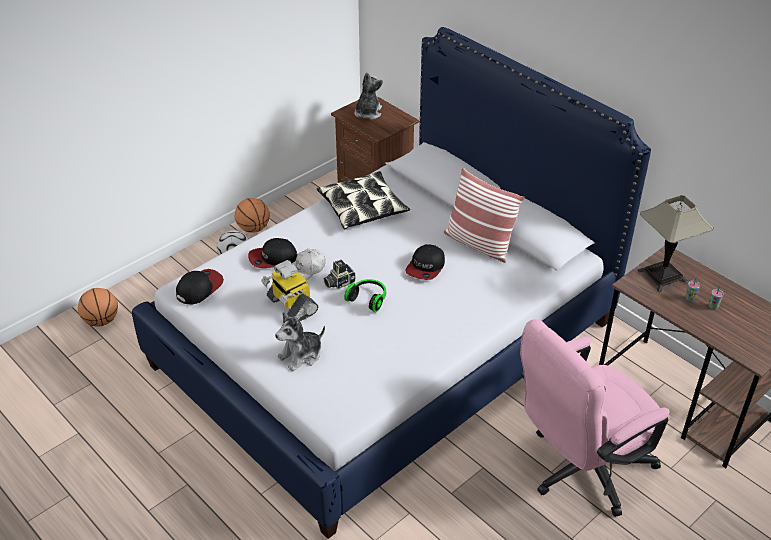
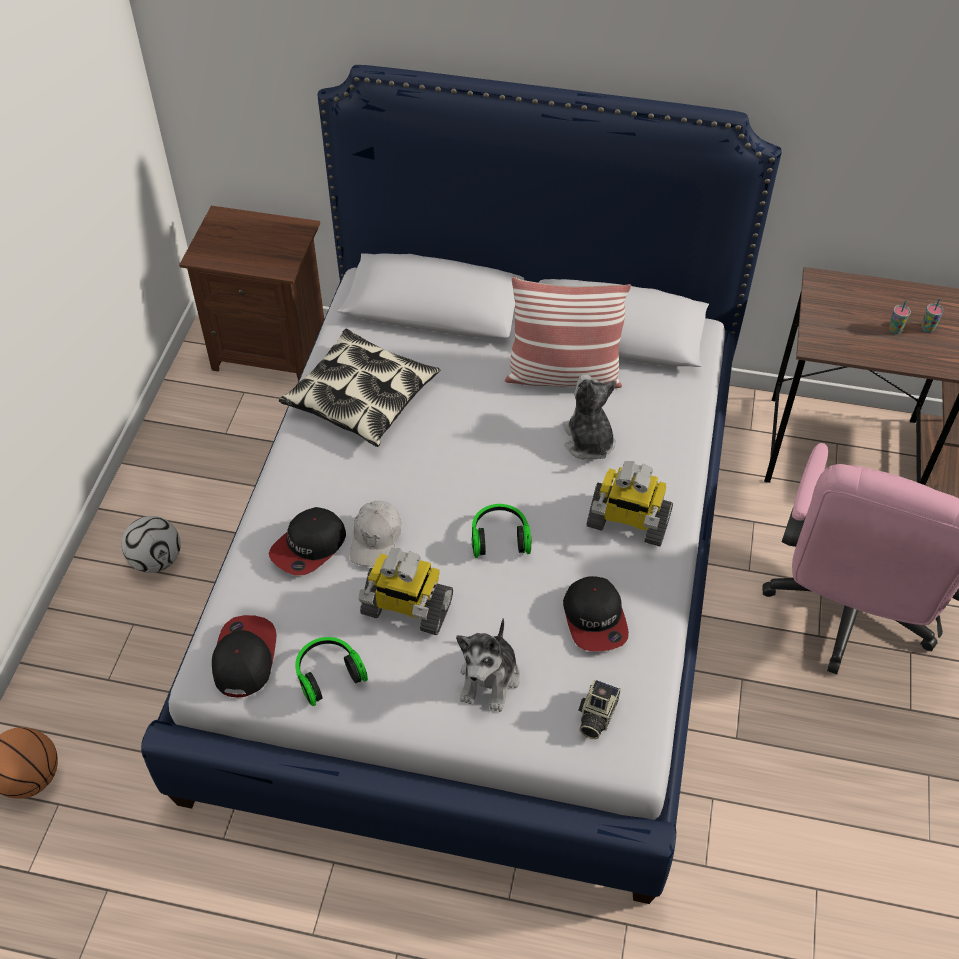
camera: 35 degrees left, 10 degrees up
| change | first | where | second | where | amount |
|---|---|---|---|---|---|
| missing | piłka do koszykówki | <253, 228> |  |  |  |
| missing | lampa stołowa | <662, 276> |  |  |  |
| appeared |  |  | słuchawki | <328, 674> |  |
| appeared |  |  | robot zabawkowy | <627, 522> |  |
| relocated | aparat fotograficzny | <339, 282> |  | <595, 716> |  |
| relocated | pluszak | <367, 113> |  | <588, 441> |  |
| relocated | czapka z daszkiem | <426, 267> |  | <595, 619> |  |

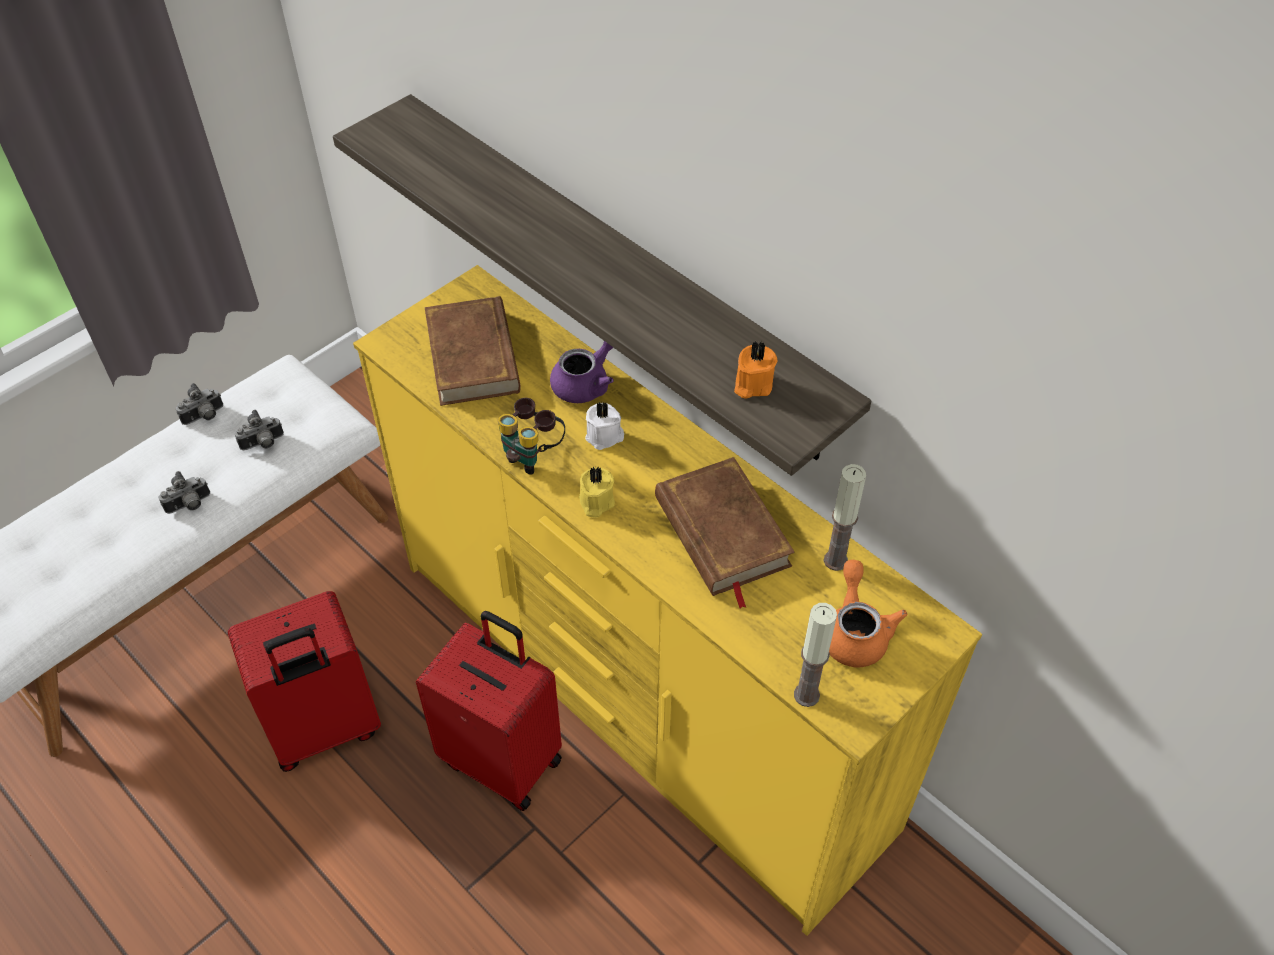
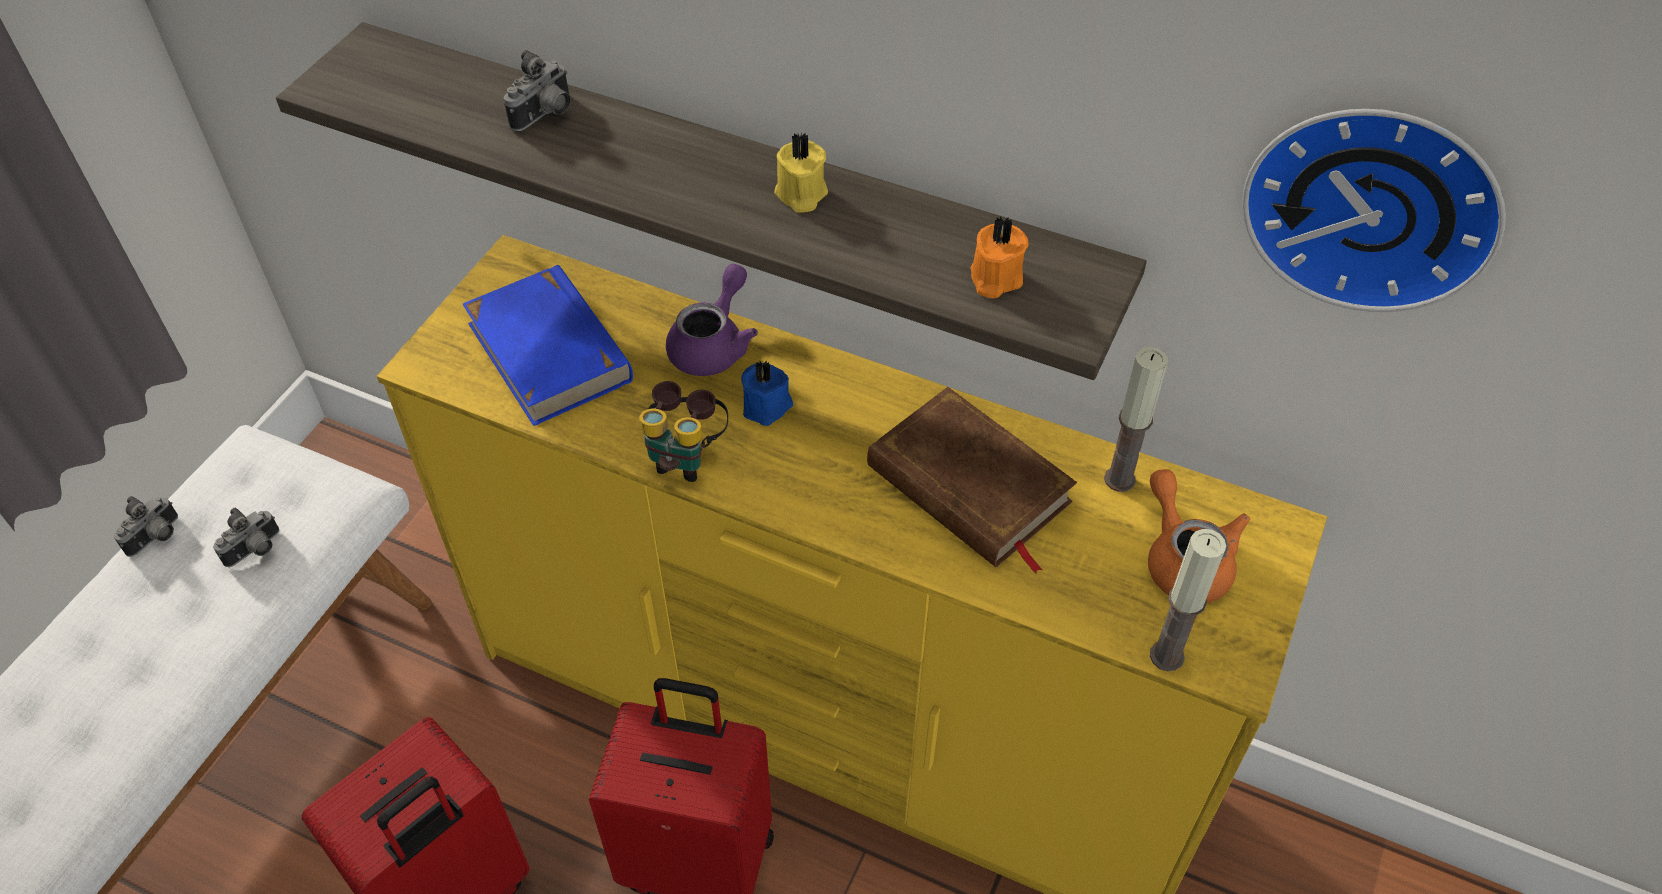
camera: 20 degrees left, 0 degrees up
| change | first | where | second | where | amount |
|---|---|---|---|---|---|
| appeared |  |  | zegar ścienny | <1372, 202> |  |
| relocated | aparat fotograficzny | <189, 505> |  | <546, 115> |  |
| relocated | świeca/żółty | <595, 502> |  | <800, 195> |  |
| colour | książka/brązowy | <473, 356> | książka/niebieski | <550, 351> |  |
| colour | świeca/biały | <605, 437> | świeca/niebieski | <768, 407> |  |

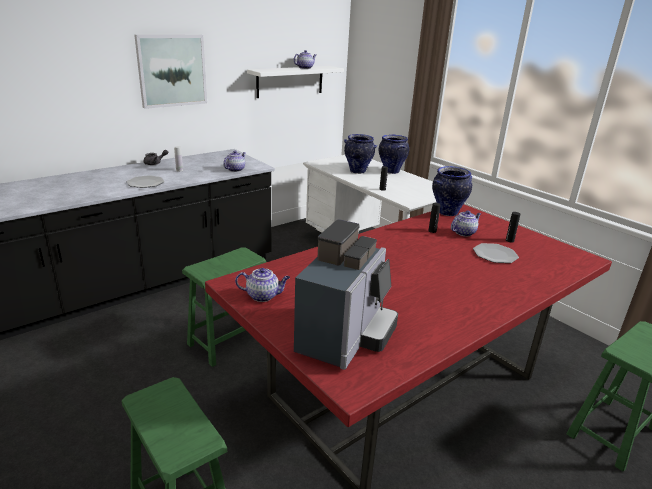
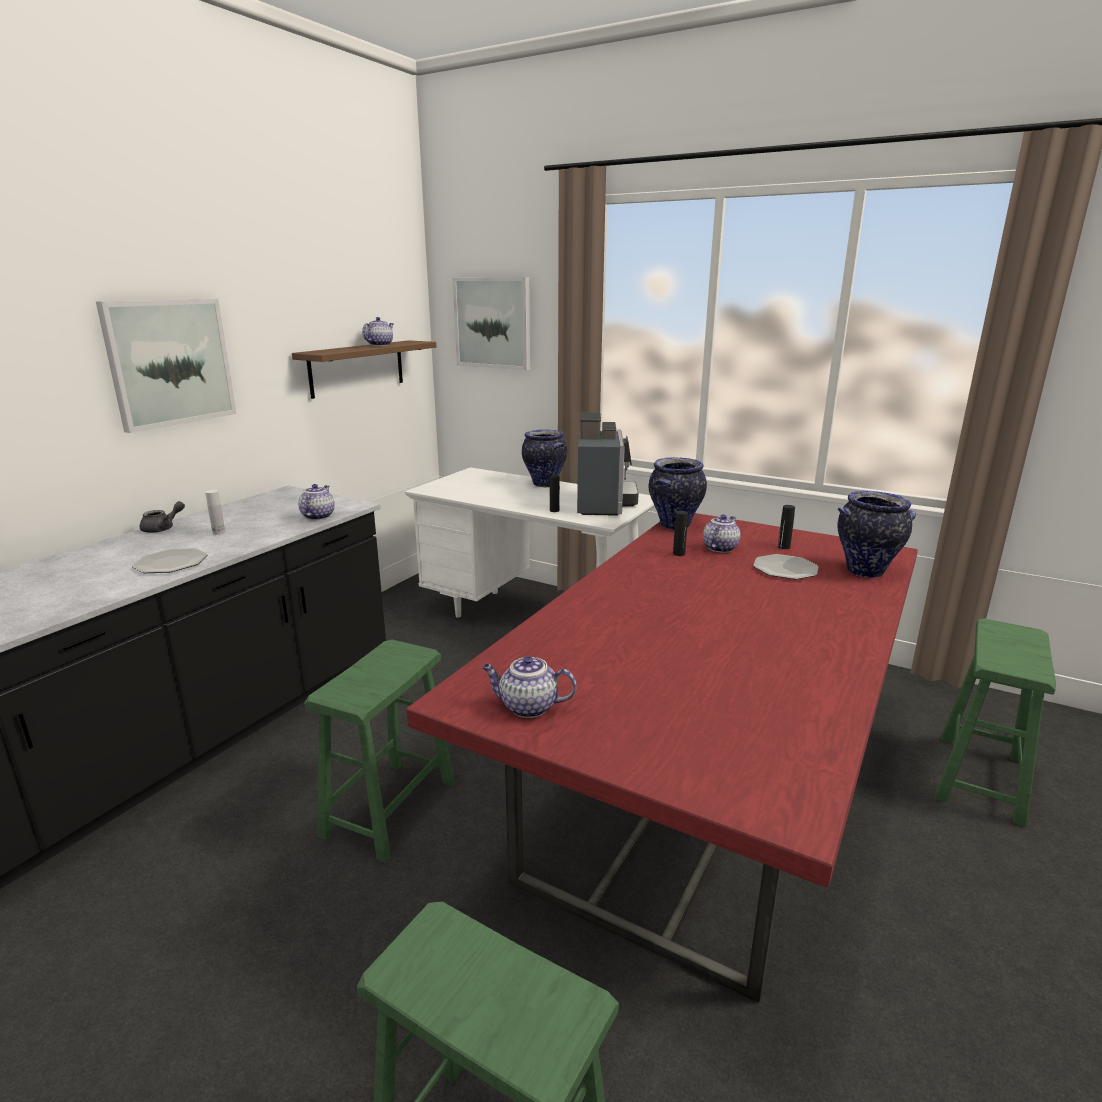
camera: 20 degrees left, 5 degrees down
| change | first | where | second | where | amount |
|---|---|---|---|---|---|
| appeared |  |  | obraz | <493, 323> |  |
| relocated | ekspres do kawy | <345, 336> |  | <604, 504> |  |
| relocated | wazon | <358, 171> |  | <866, 571> |  |
| colour | półka/biały | <290, 81> | półka/brązowy | <357, 368> |  |
| spun | imbryk | <263, 296> |  | <527, 707> | 150 degrees counterclockwise |

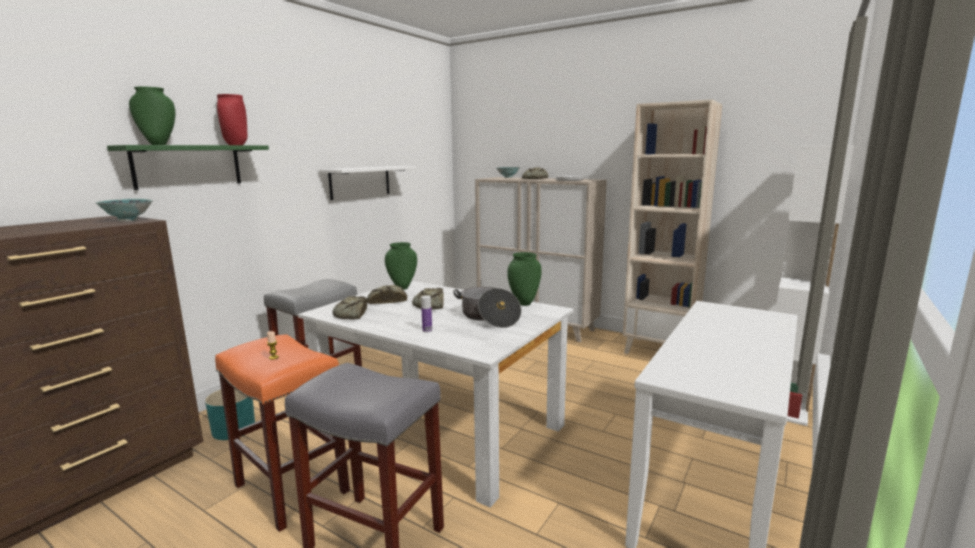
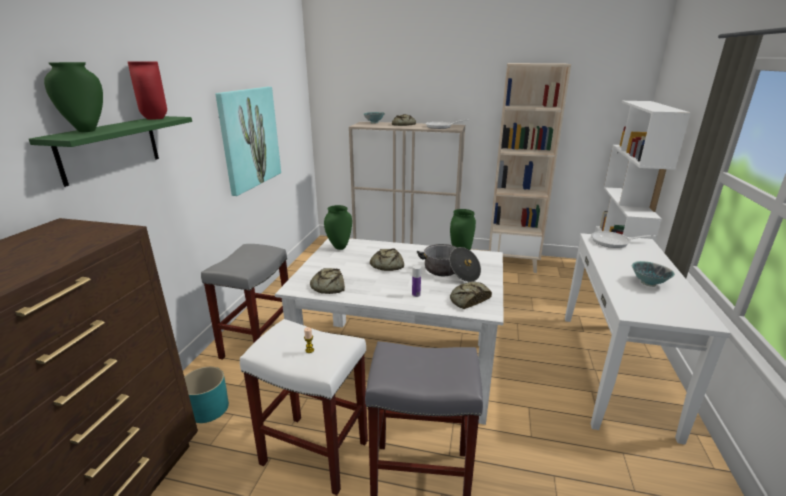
camera: 20 degrees left, 10 degrees up
| change | first | where | second | where | amount |
|---|---|---|---|---|---|
| appeared |  |  | patelnia | <613, 242> |  |
| relocated | miska | <127, 220> |  | <648, 283> |  |
| relocated | chleb | <386, 301> |  | <468, 299> |  |
| exchanged | półka/biały | <360, 182> | obraz | <249, 138> |  |
| colour | stołek/pomarańczowy | <290, 488> | stołek/biały | <313, 452> |  |

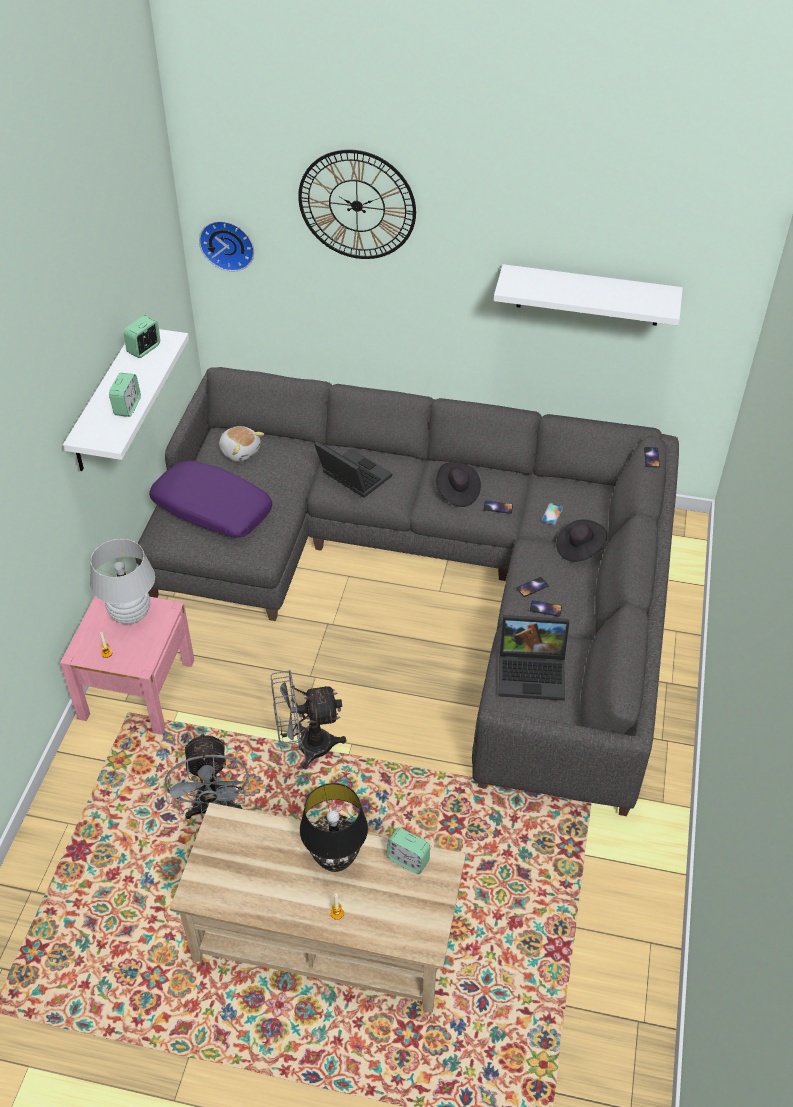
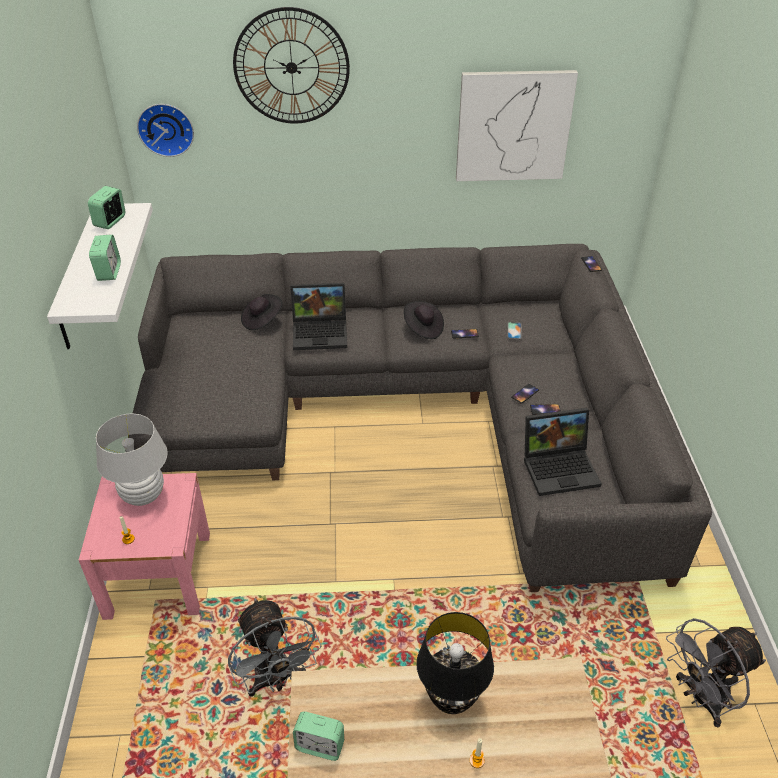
camera: 15 degrees left, 5 degrees down
| change | first | where | second | where | amount |
|---|---|---|---|---|---|
| missing | poduszka/fioletowy | <211, 509> |  |  |  |
| missing | pluszak | <240, 451> |  |  |  |
| relocated | wentylator/szary | <306, 747> |  | <700, 698> |  |
| relocated | budzik | <408, 860> |  | <320, 746> |  |
| relocated | kapelusz/czarny | <579, 549> |  | <262, 320> |  |
| exchanged | półka/biały | <588, 295> | obraz | <513, 126> |  |
| spun | laptop | <351, 477> |  | <321, 332> | 150 degrees clockwise |

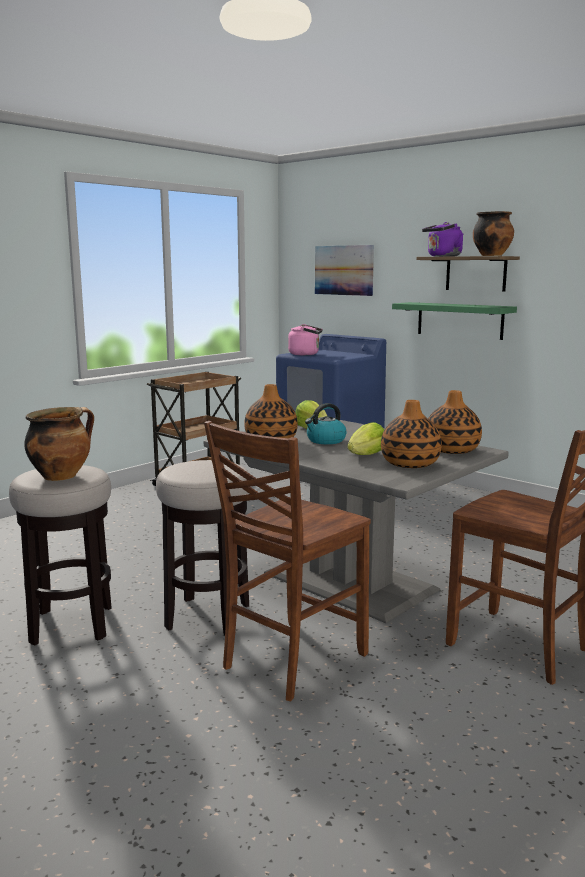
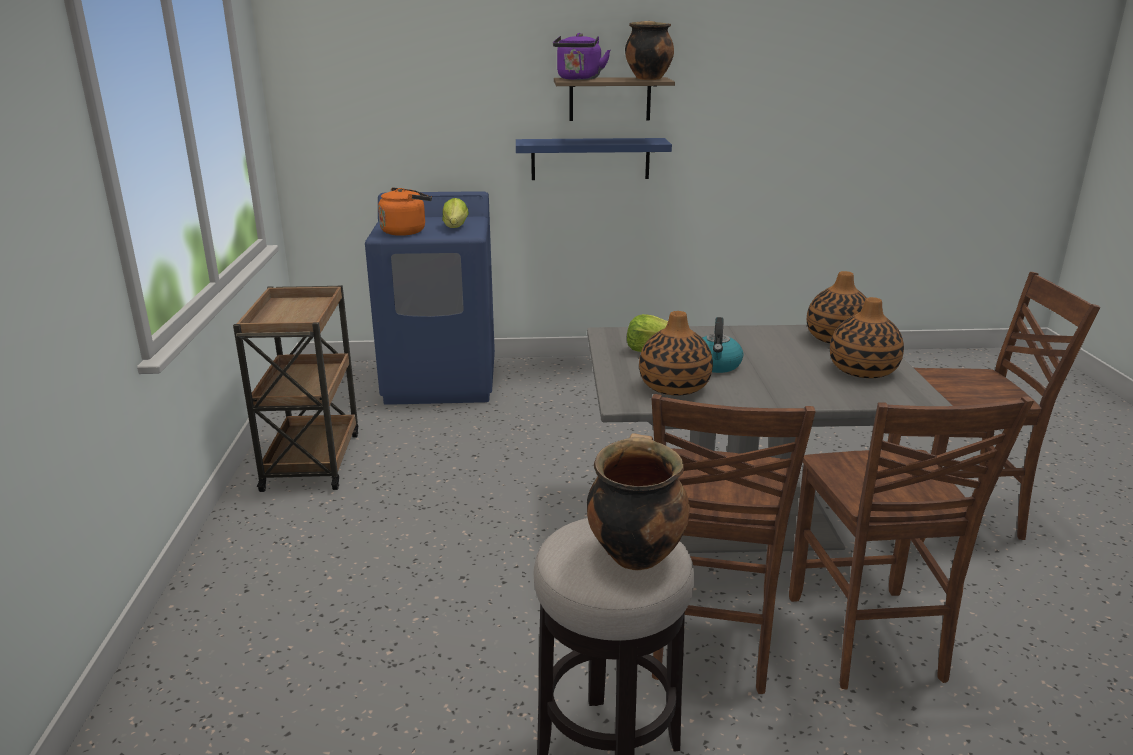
camera: 45 degrees left, 10 degrees up
| change | first | where | second | where | amount |
|---|---|---|---|---|---|
| missing | obraz | <343, 270> |  |  |  |
| relocated | sałata | <366, 455> |  | <455, 228> |  |
| exchanged | stołek | <207, 616> | krzesło/brązowy | <709, 640> |  |
| colour | czajnik/różowy | <306, 354> | czajnik/pomarańczowy | <406, 231> |  |
| colour | półka/zielony | <459, 320> | półka/niebieski | <590, 159> |  |

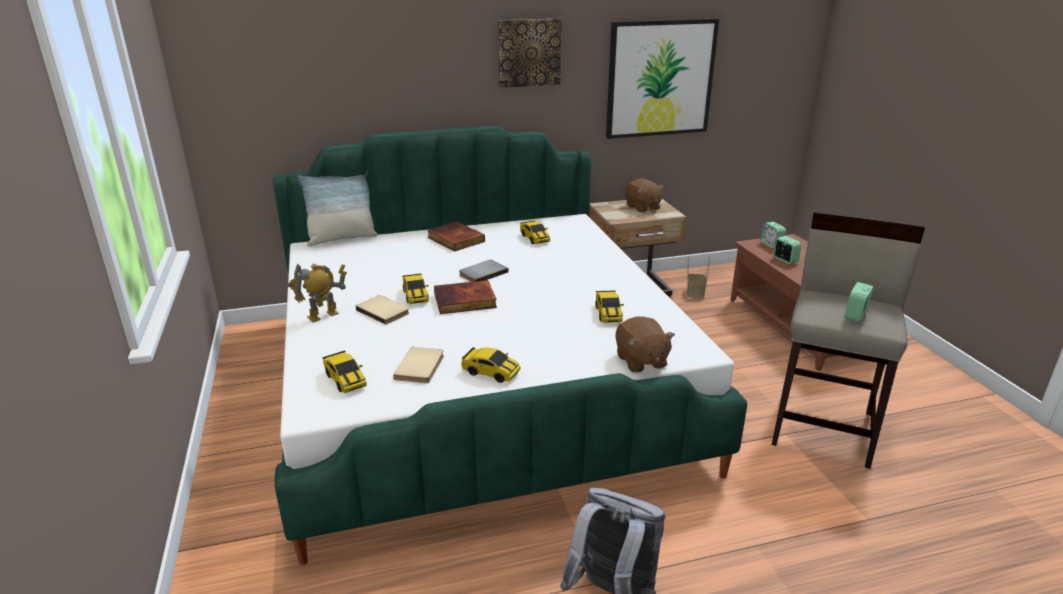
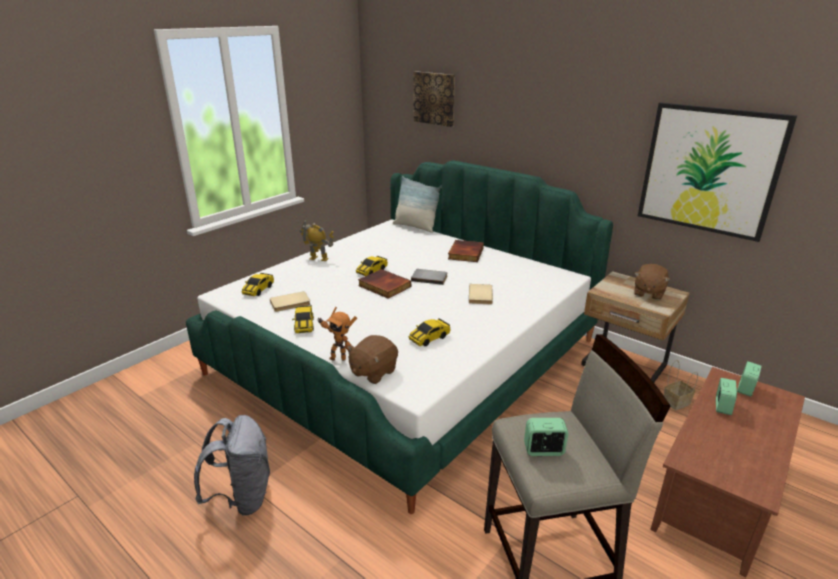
camera: 55 degrees right, 0 degrees up
| change | first | where | second | where | amount |
|---|---|---|---|---|---|
| missing | samochodzik | <534, 238> |  |  |  |
| appeared |  |  | robot zabawkowy | <338, 358> |  |
| relocated | książka/beżowy | <384, 311> |  | <481, 295> |  |
| relocated | obraz | <529, 52> |  | <434, 98> |  |

